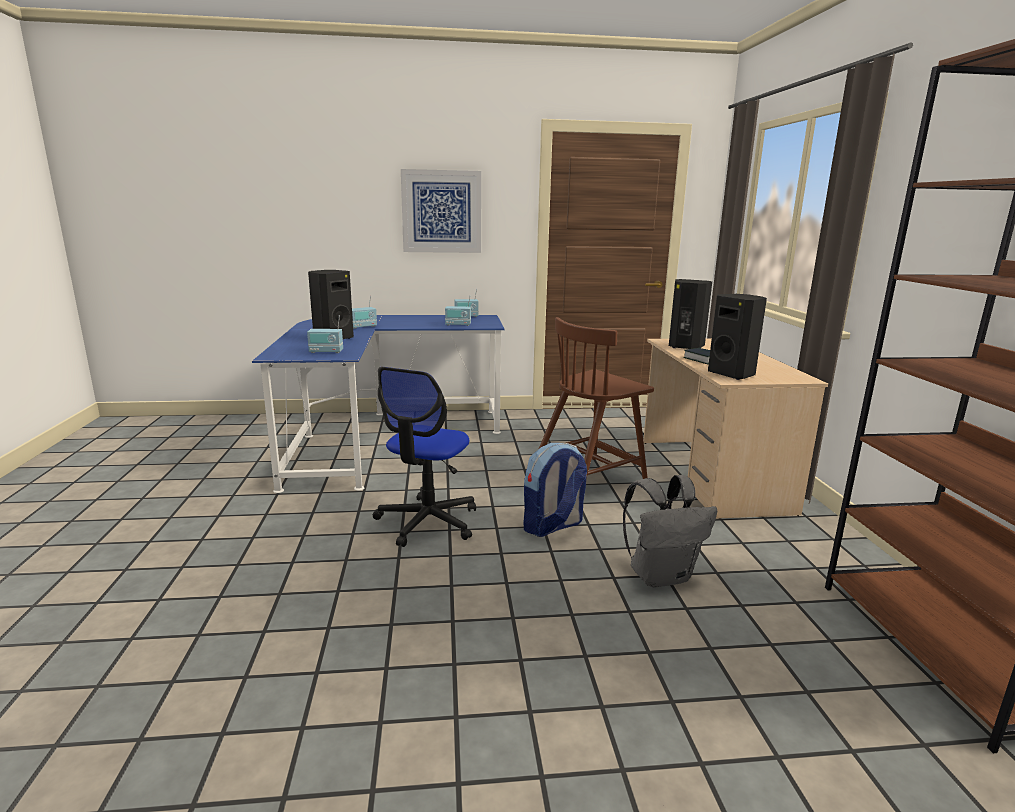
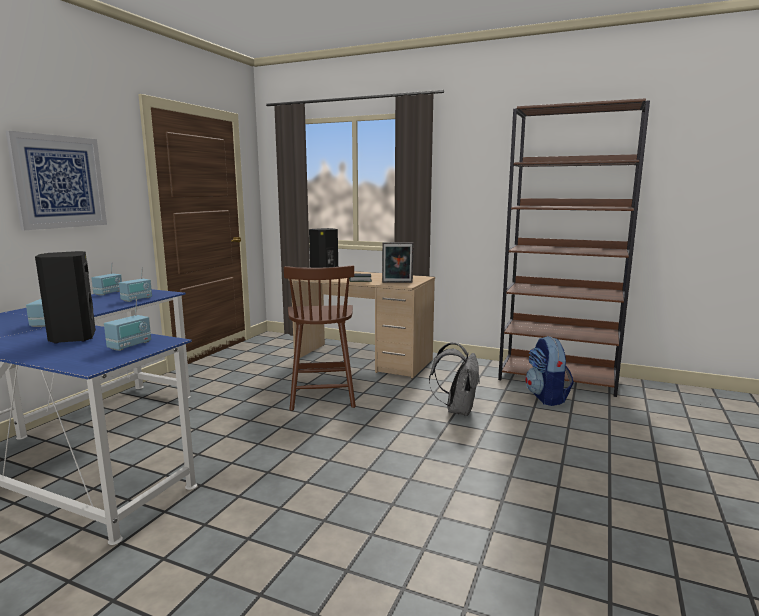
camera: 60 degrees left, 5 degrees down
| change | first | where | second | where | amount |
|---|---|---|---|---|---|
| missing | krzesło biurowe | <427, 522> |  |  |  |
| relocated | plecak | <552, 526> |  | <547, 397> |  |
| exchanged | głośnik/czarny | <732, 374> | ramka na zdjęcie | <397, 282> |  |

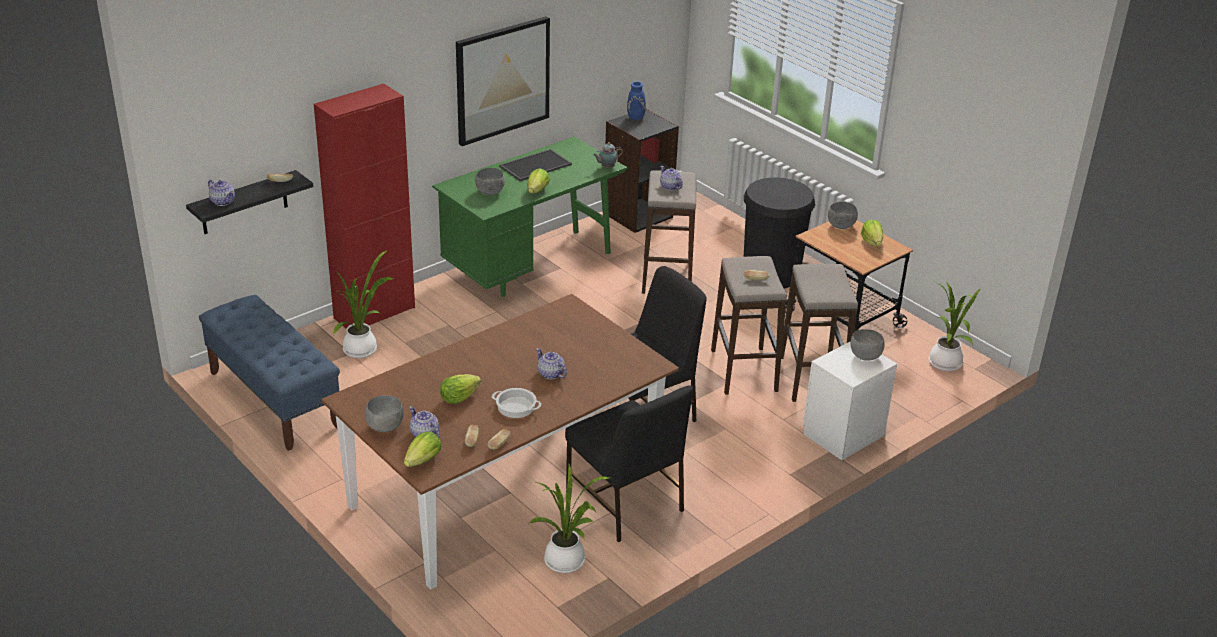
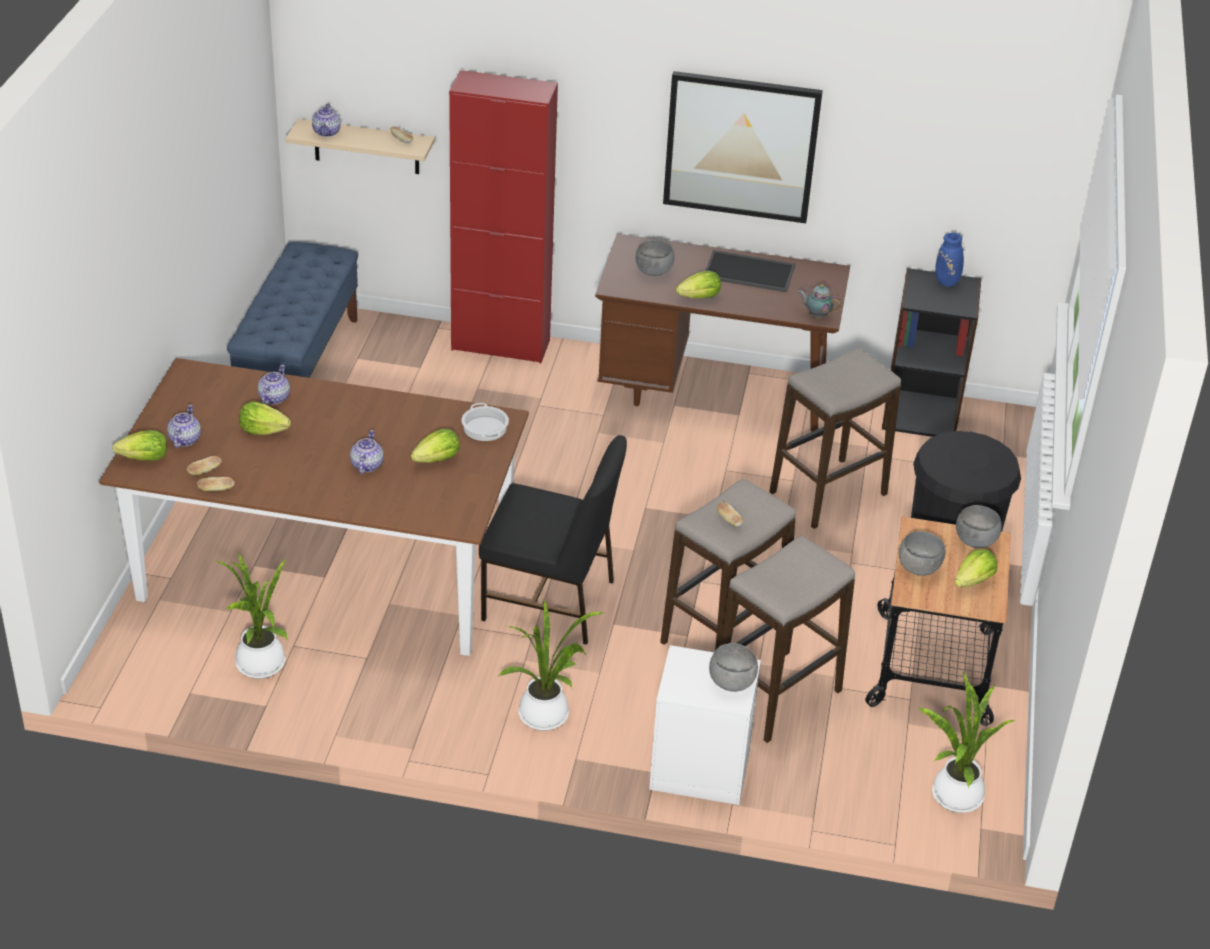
camera: 50 degrees right, 5 degrees up
| change | first | where | second | where | amount |
|---|---|---|---|---|---|
| missing | krzesło/czarny | <625, 503> |  |  |  |
| appeared |  |  | sałata | <437, 459> |  |
| relocated | roślina doniczkowa | <363, 349> |  | <547, 716> |  |
| relocated | miska/szary | <385, 426> |  | <919, 568> |  |
| relocated | garnek | <515, 407> |  | <484, 428> |  |
| relocated | imbryk | <670, 187> |  | <273, 398> |  |
| colour | półka/czarny | <244, 203> | półka/beżowy | <366, 147> |  |
| colour | biurko/zielony | <531, 266> | biurko/brązowy | <714, 394> |  |

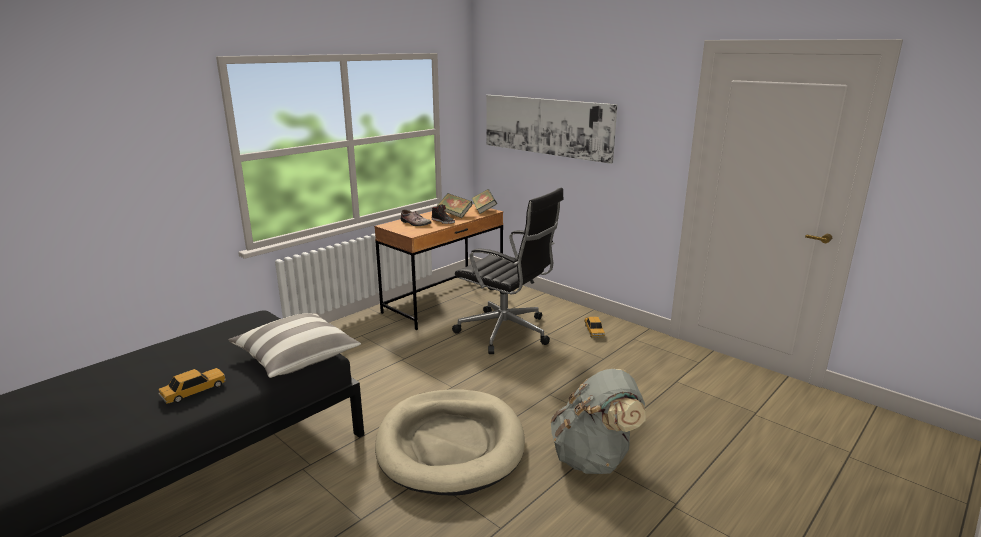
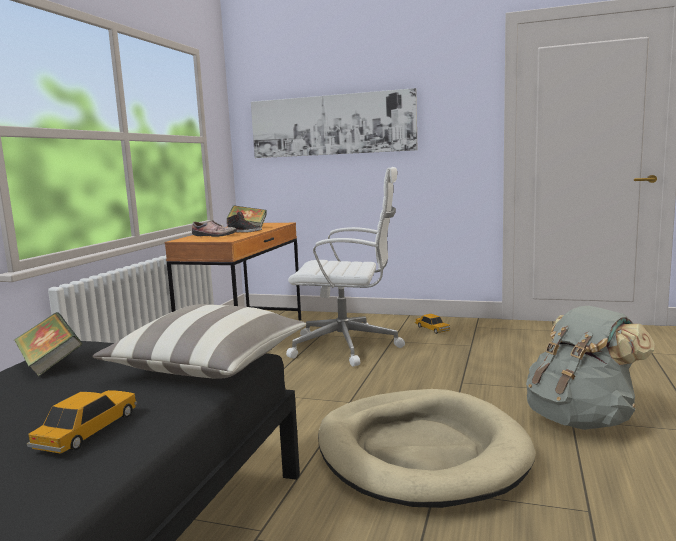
camera: 25 degrees left, 10 degrees down
| change | first | where | second | where | amount |
|---|---|---|---|---|---|
| relocated | książka | <484, 210> |  | <50, 364> |  |
| colour | krzesło biurowe/czarny | <507, 332> | krzesło biurowe/biały | <348, 347> |  |

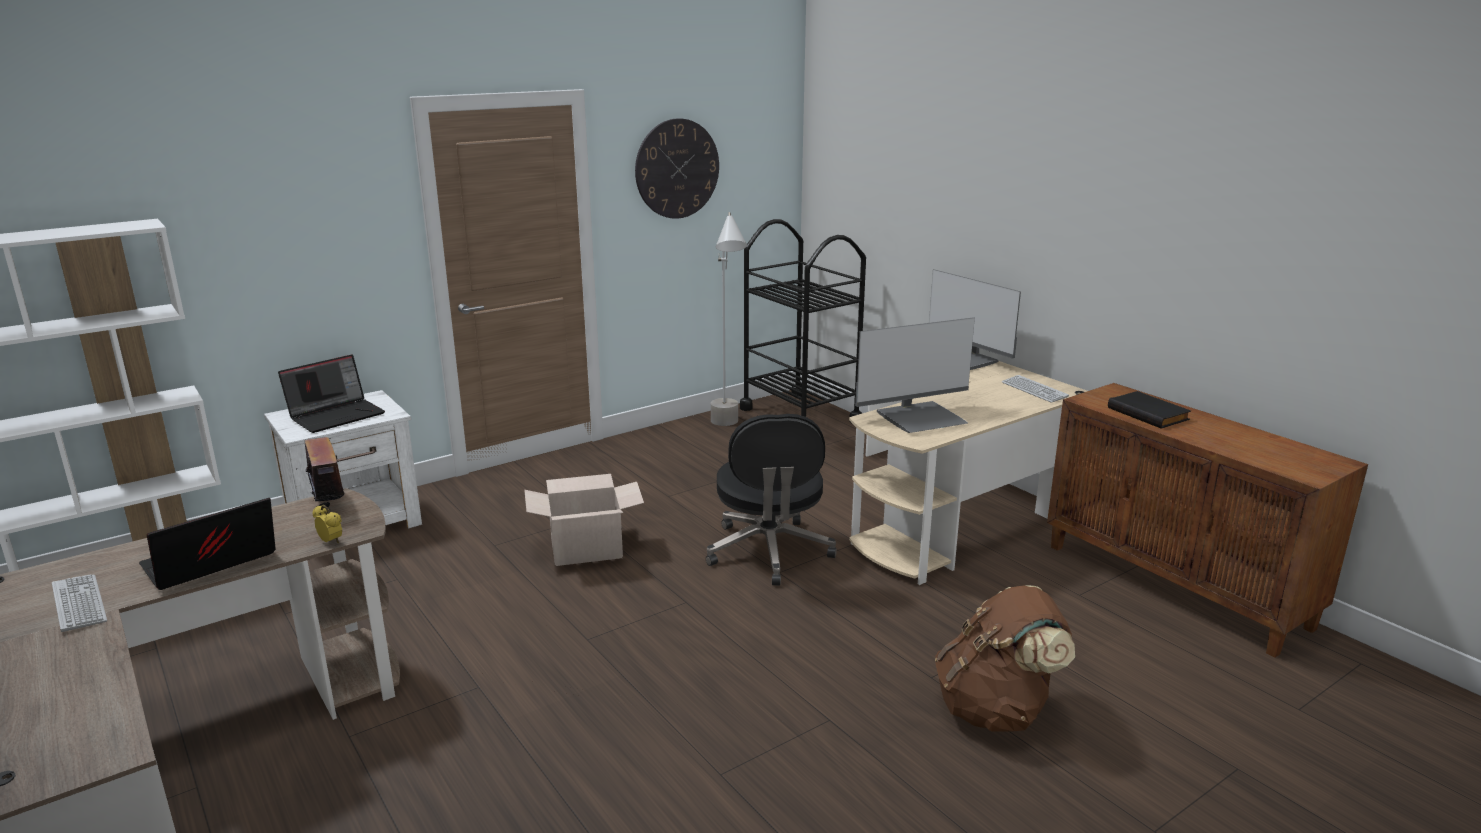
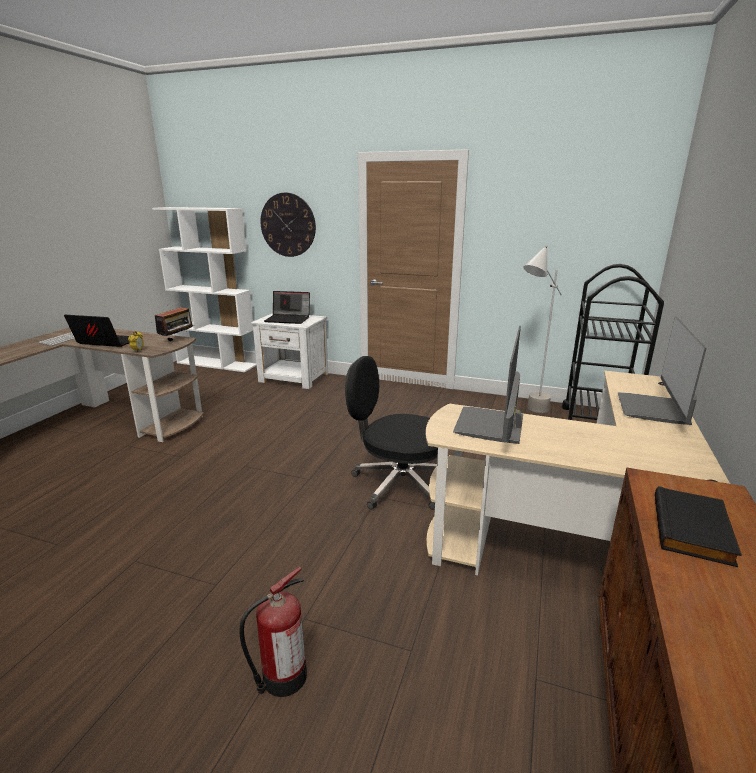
camera: 55 degrees right, 0 degrees up
| change | first | where | second | where | amount |
|---|---|---|---|---|---|
| missing | karton | <586, 549> |  |  |  |
| missing | klawiatura | <1034, 390> |  |  |  |
| relocated | zegar ścienny | <677, 169> |  | <288, 225> |  |
| exchanged | plecak/brązowy | <996, 710> | gaśnica | <282, 678> |  |
| spun | krzesło biurowe/czarny | <769, 552> |  | <398, 484> | 60 degrees clockwise |
| spun | monitor | <920, 418> |  | <492, 426> | 75 degrees clockwise |

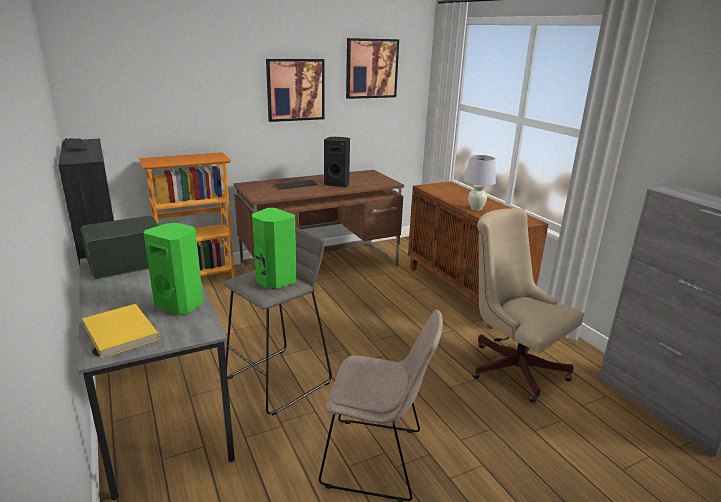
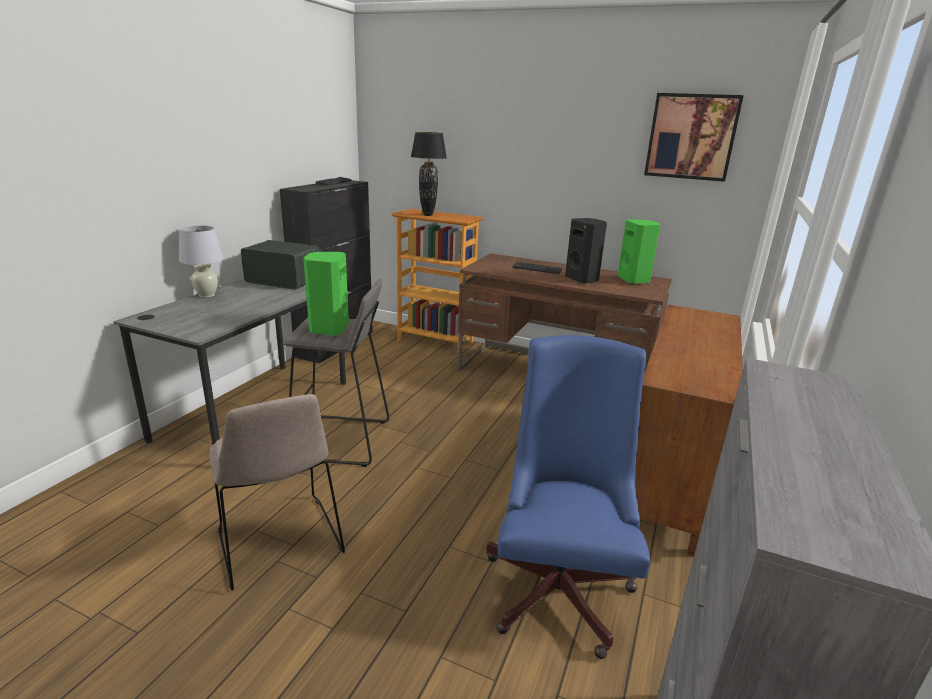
camera: 50 degrees right, 0 degrees up
| change | first | where | second | where | amount |
|---|---|---|---|---|---|
| missing | książka/żółty | <119, 333> |  |  |  |
| missing | obraz | <295, 90> |  |  |  |
| appeared |  |  | lampa stołowa/czarny | <428, 215> |  |
| relocated | głośnik/zielony | <181, 304> |  | <634, 280> |  |
| relocated | lampa stołowa/biały | <476, 208> |  | <206, 295> |  |
| colour | krzesło biurowe/beżowy | <512, 366> | krzesło biurowe/niebieski | <560, 583> |  |

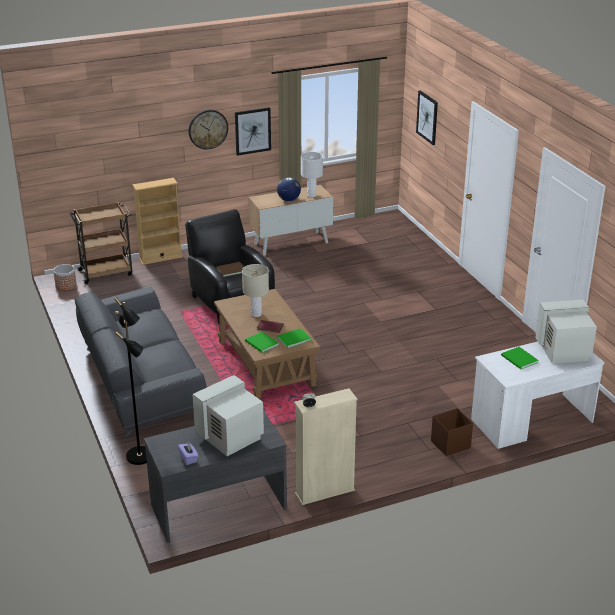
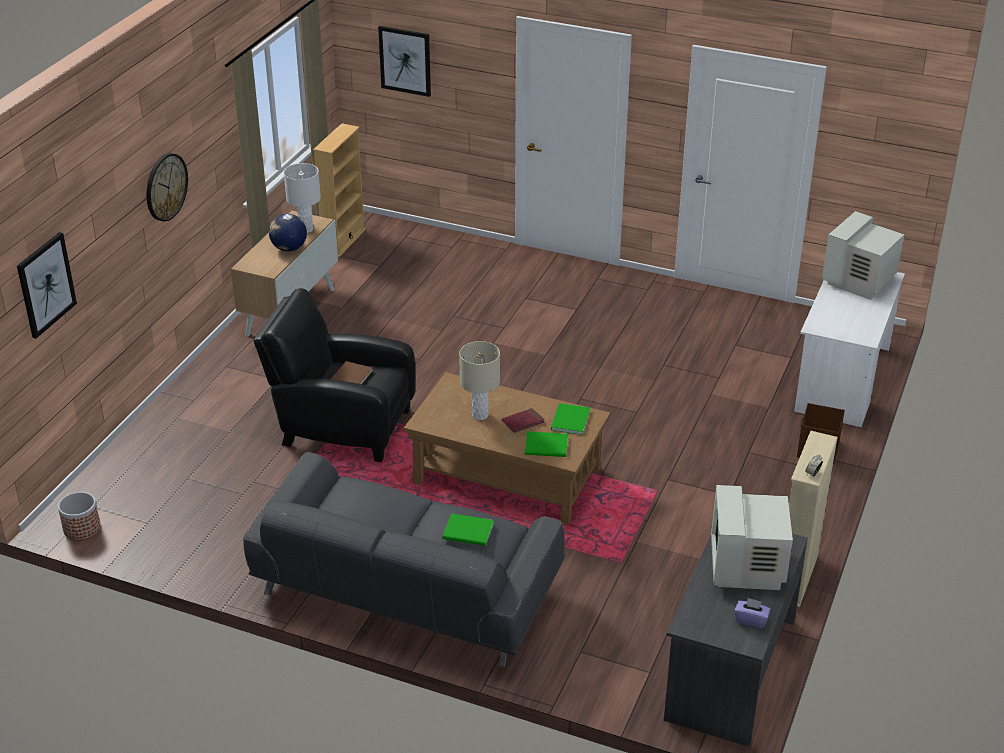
camera: 45 degrees left, 5 degrees up
| change | first | where | second | where | amount |
|---|---|---|---|---|---|
| missing | wózek/brązowy | <106, 272> |  |  |  |
| missing | lampa stojąca/czarny | <140, 456> |  |  |  |
| relocated | regał/beżowy | <160, 258> |  | <343, 241> |  |
| relocated | obraz | <252, 131> |  | <46, 284> |  |
| relocated | książka/zielony | <519, 360> |  | <469, 532> |  |

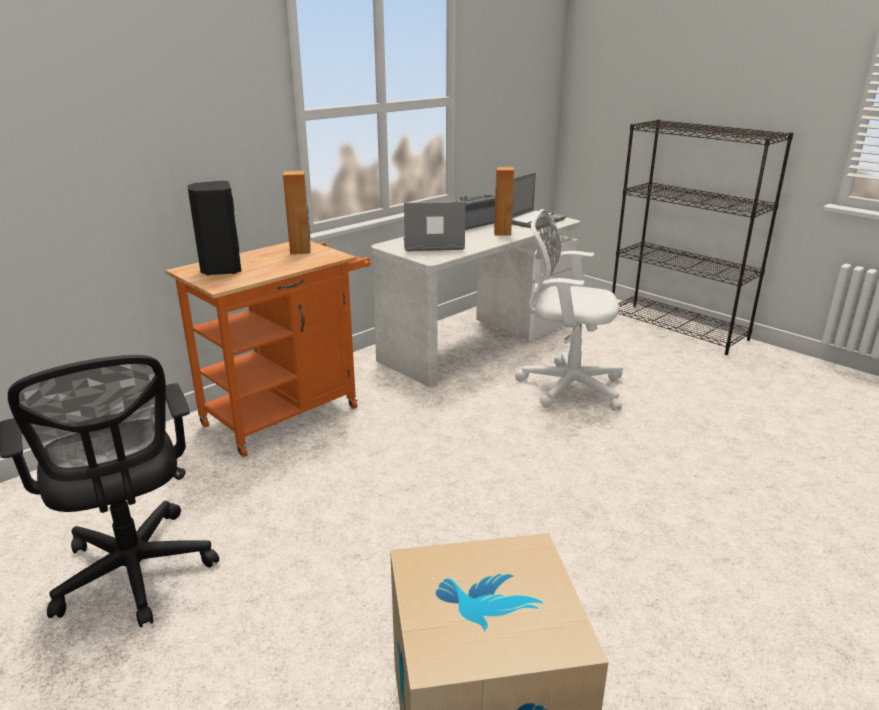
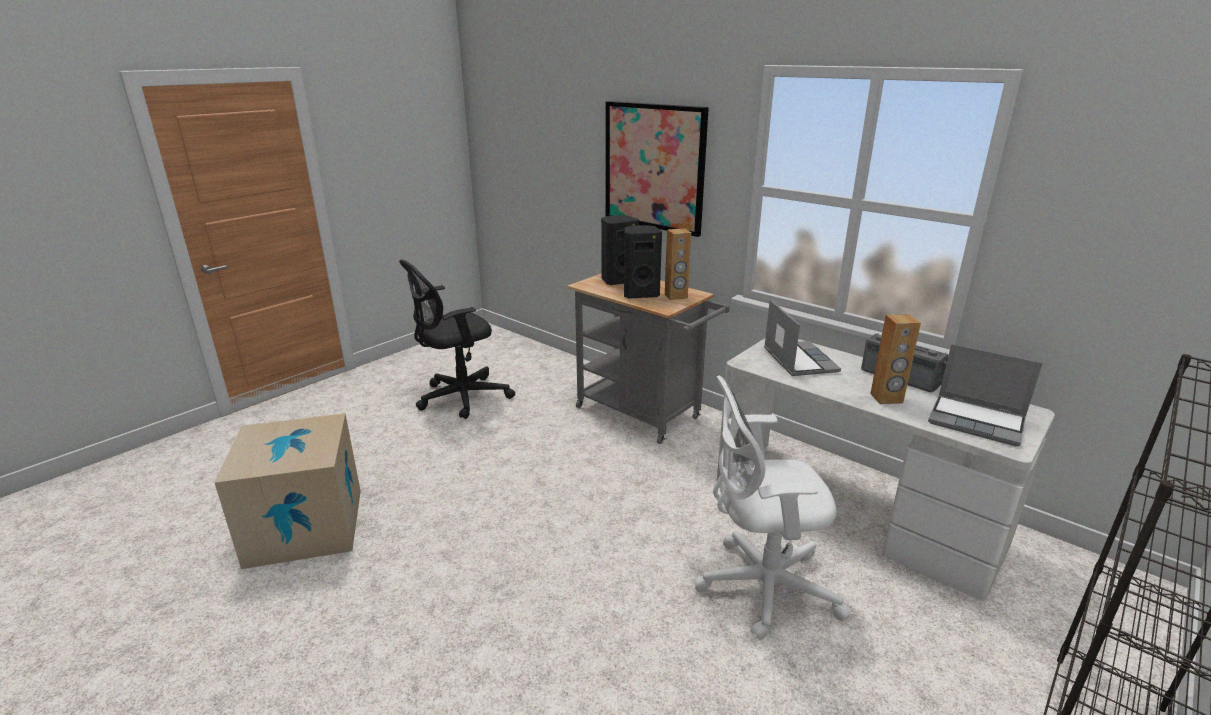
camera: 85 degrees right, 0 degrees up
| change | first | where | second | where | amount |
|---|---|---|---|---|---|
| appeared |  |  | obraz | <654, 167> |  |
| appeared |  |  | głośnik/czarny | <640, 294> |  |
| colour | wózek/pomarańczowy | <289, 412> | wózek/szary | <644, 415> |  |
| spun | krzesło biurowe/biały | <566, 386> |  | <760, 586> | 105 degrees counterclockwise |

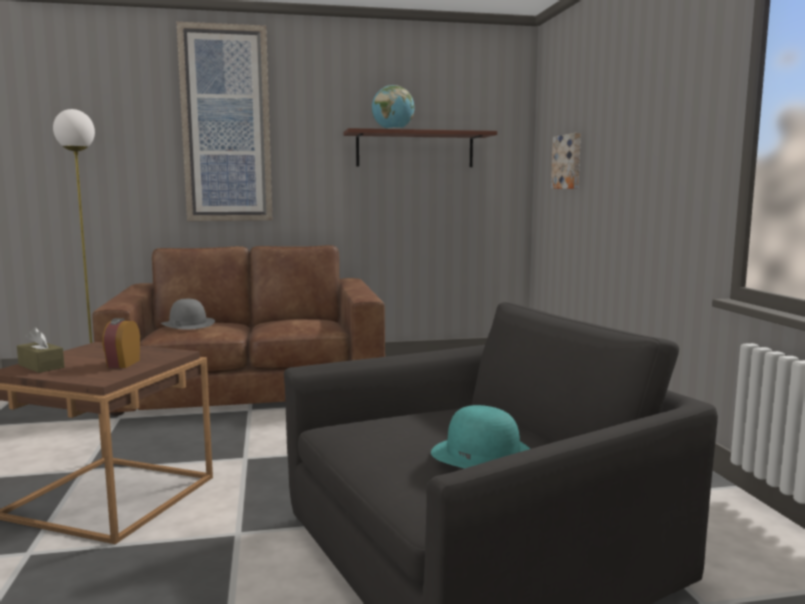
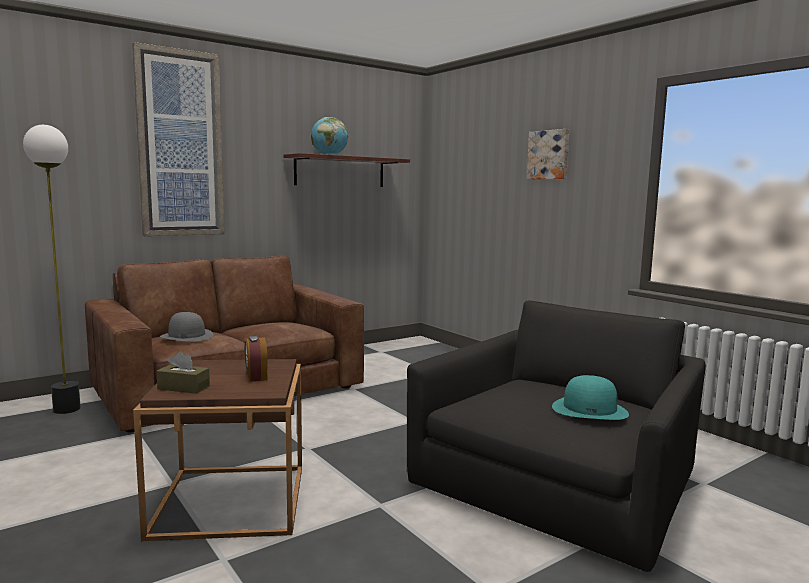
camera: 25 degrees left, 0 degrees up
| change | first | where | second | where | amount |
|---|---|---|---|---|---|
| relocated | obraz | <568, 162> |  | <549, 155> |  |

